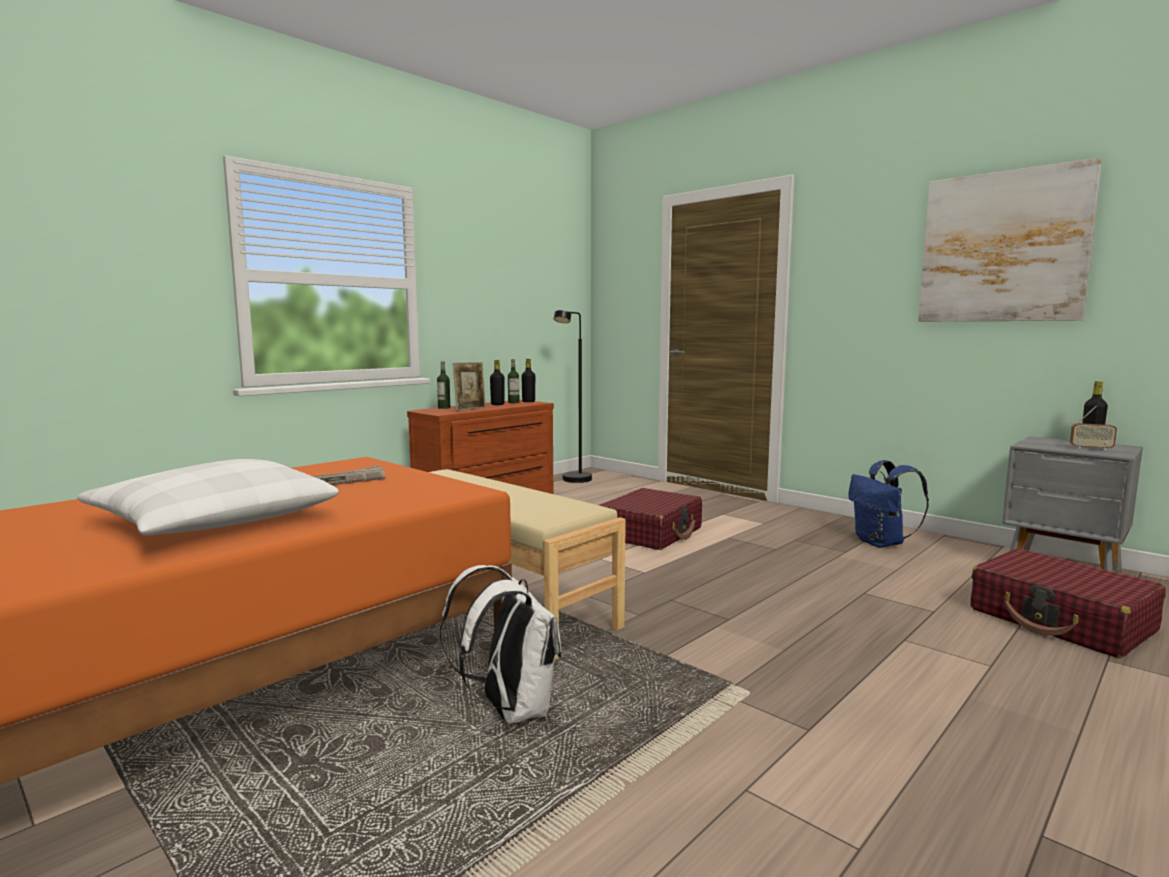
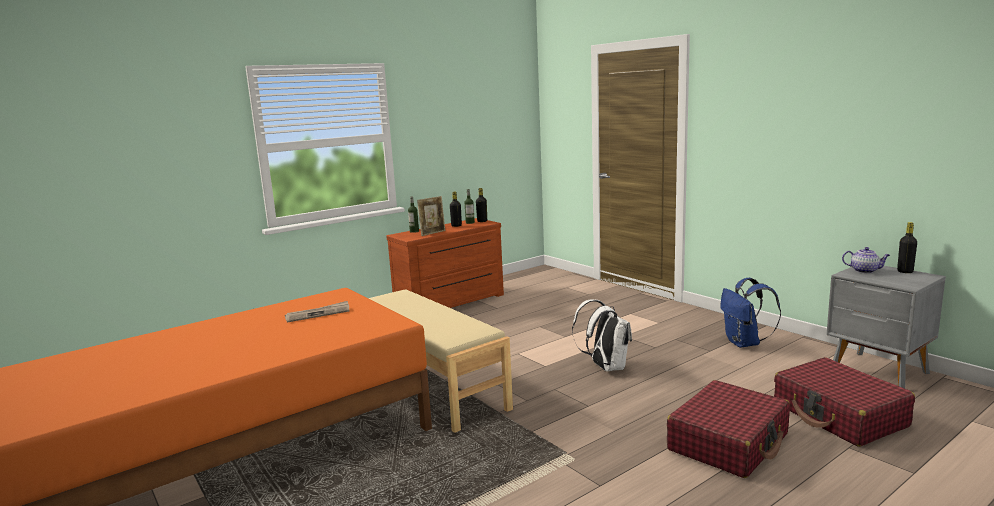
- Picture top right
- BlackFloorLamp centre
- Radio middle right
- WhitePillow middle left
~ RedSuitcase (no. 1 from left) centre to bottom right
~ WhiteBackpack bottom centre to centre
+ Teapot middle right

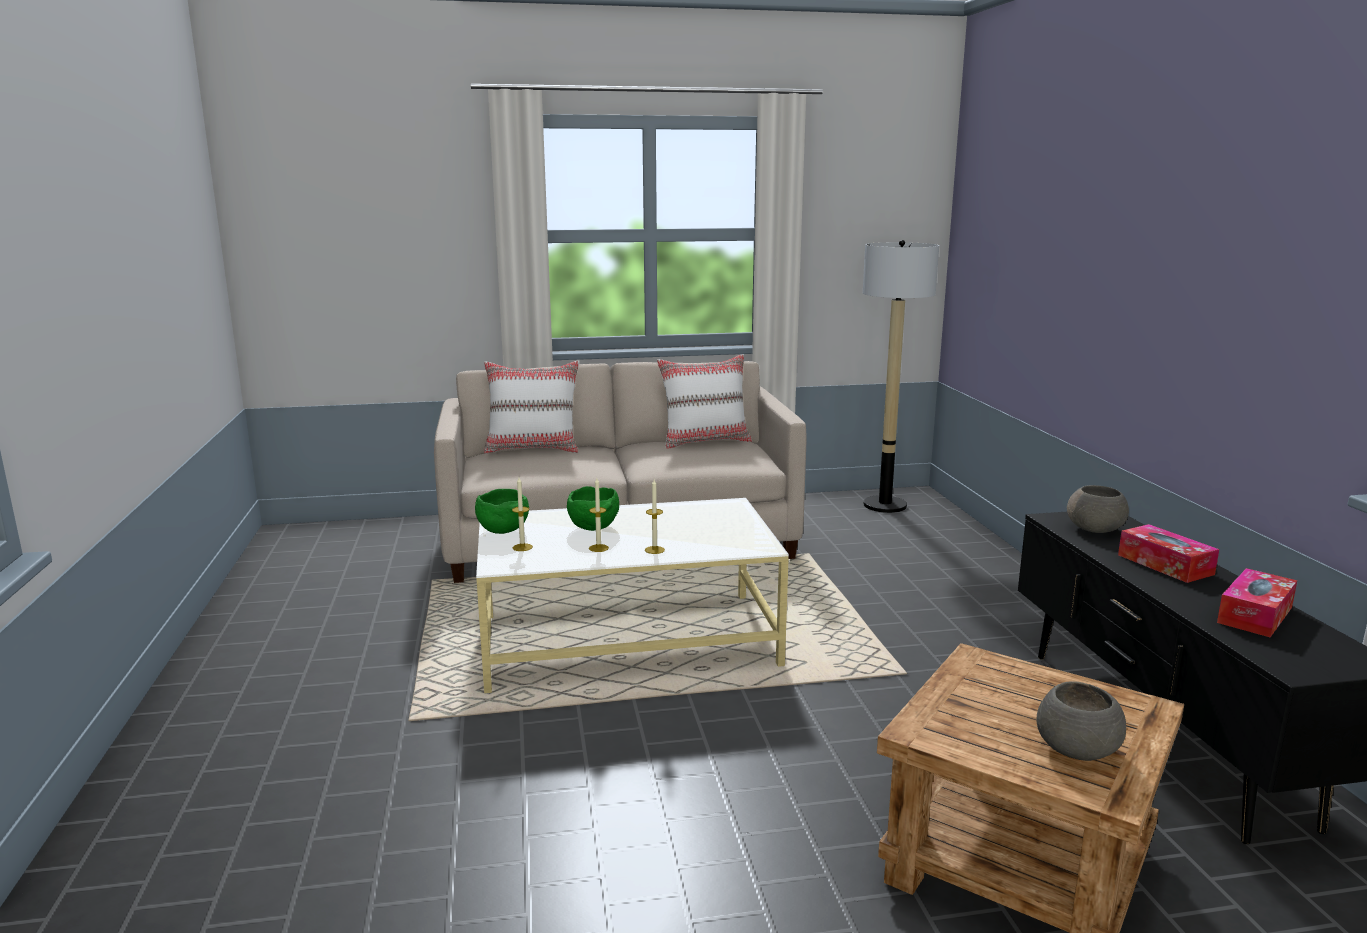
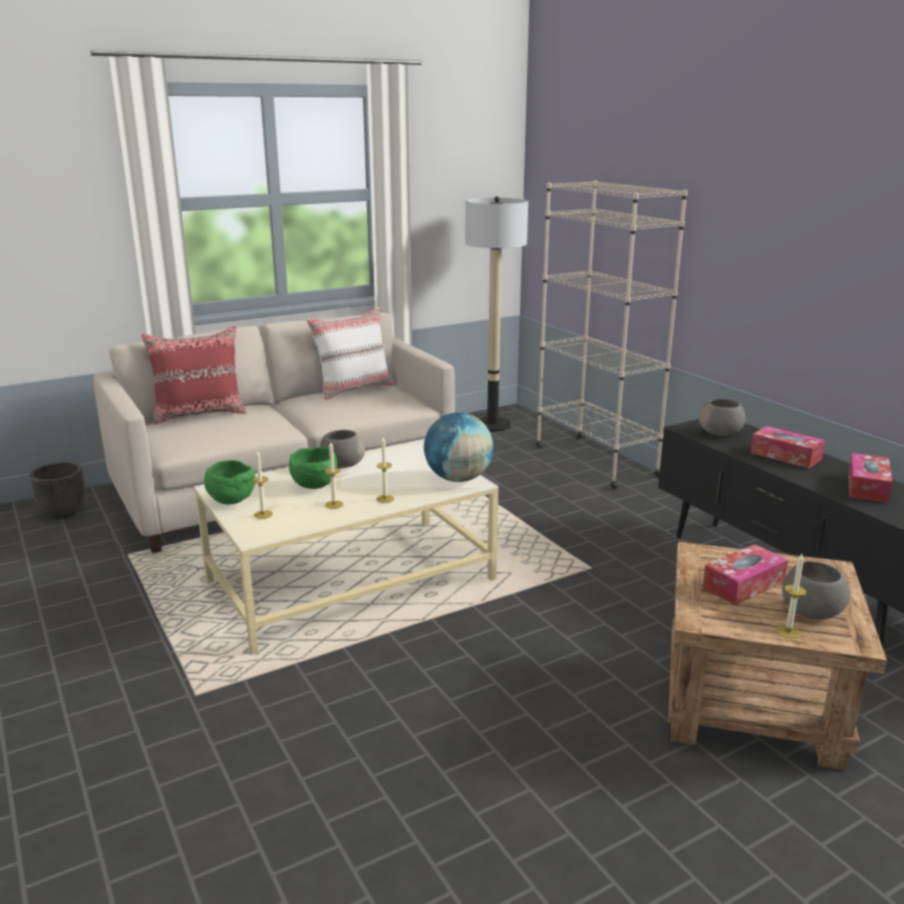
~ WhitePillow (no. 1 from left) centre to RedPillow middle left
+ BeigeBookcase middle right
+ Globe centre
+ GreyBowl (no. 1 from left) centre
+ BlackPlanter middle left
+ TissueBox (no. 1 from left) middle right
+ Candle (no. 4 from left) middle right

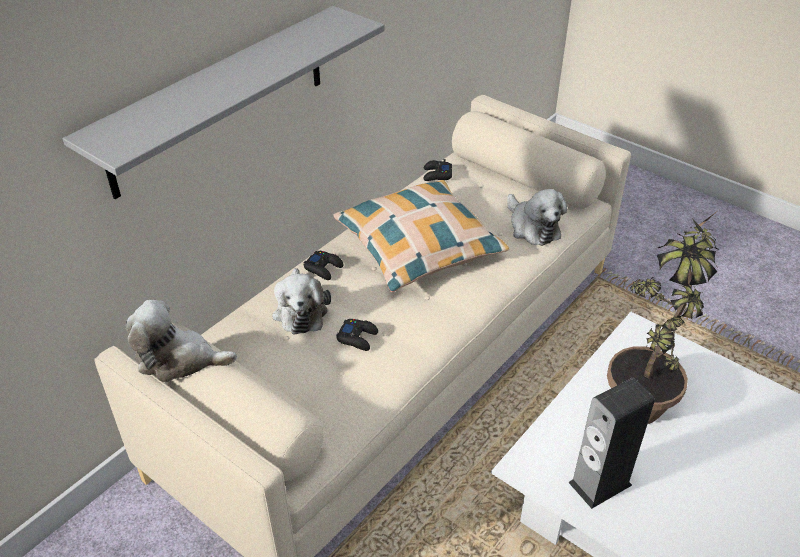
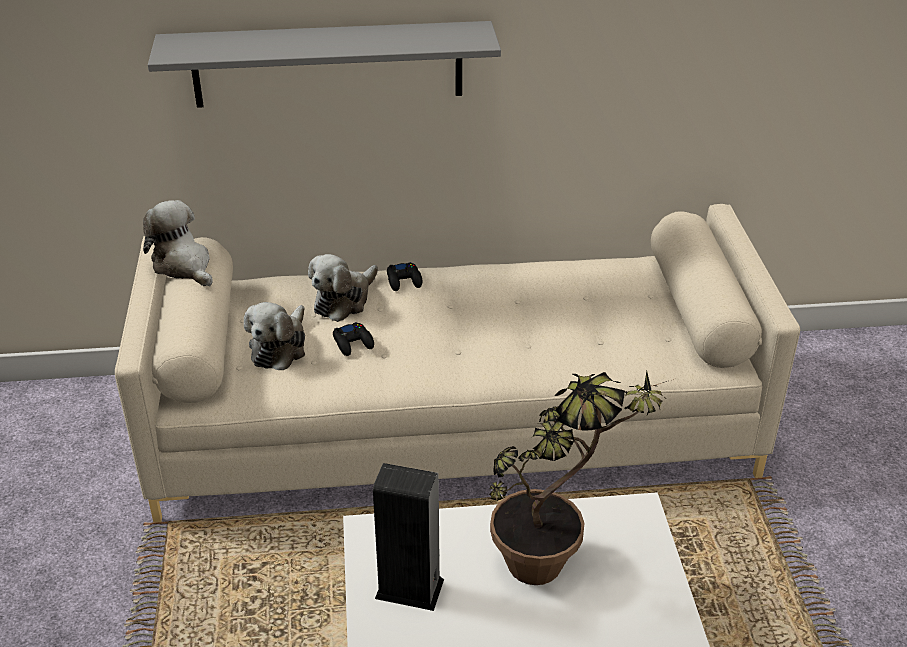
- BlackGameController (no. 3 from left) top centre
- Pillow centre
~ PlushToy (no. 3 from left in the first image) middle right to PlushToy (no. 2 from left) middle left

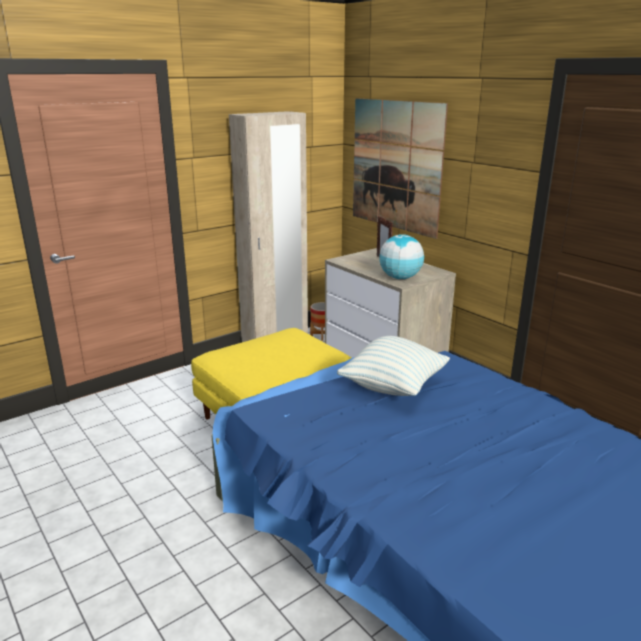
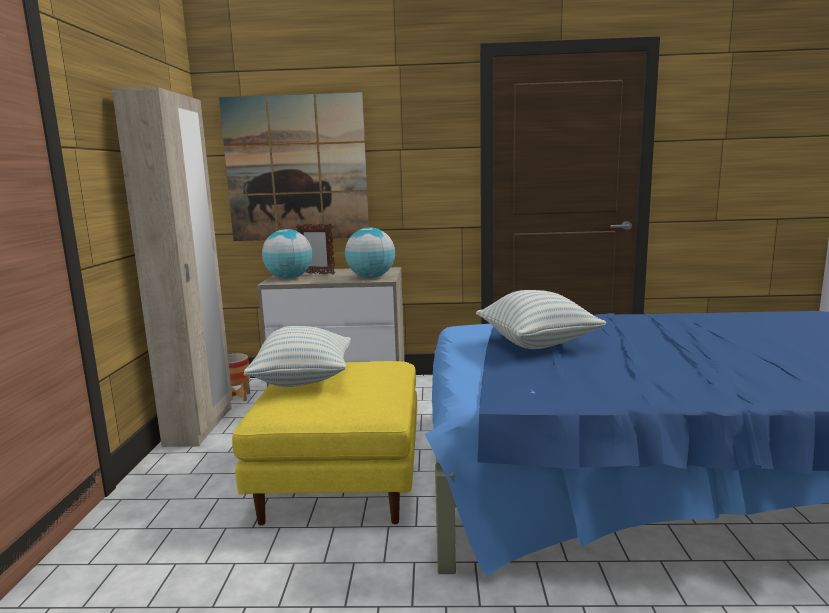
+ Globe (no. 1 from left) centre
+ Pillow (no. 1 from left) centre

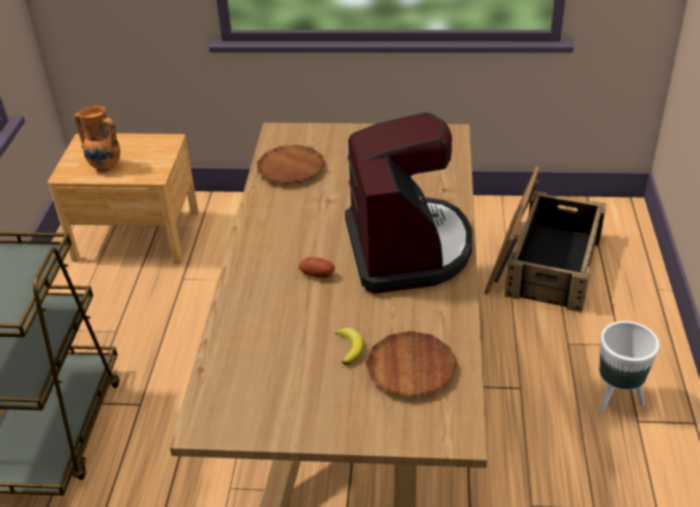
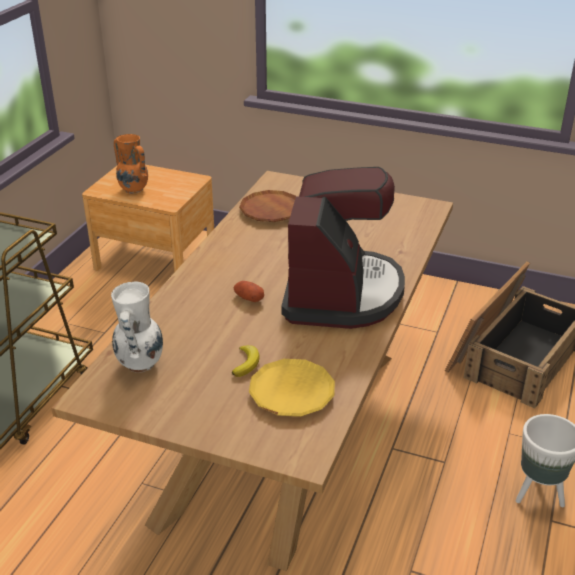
~ BrownPlate (no. 2 from left) bottom centre to YellowPlate bottom centre
+ WhiteVase middle left

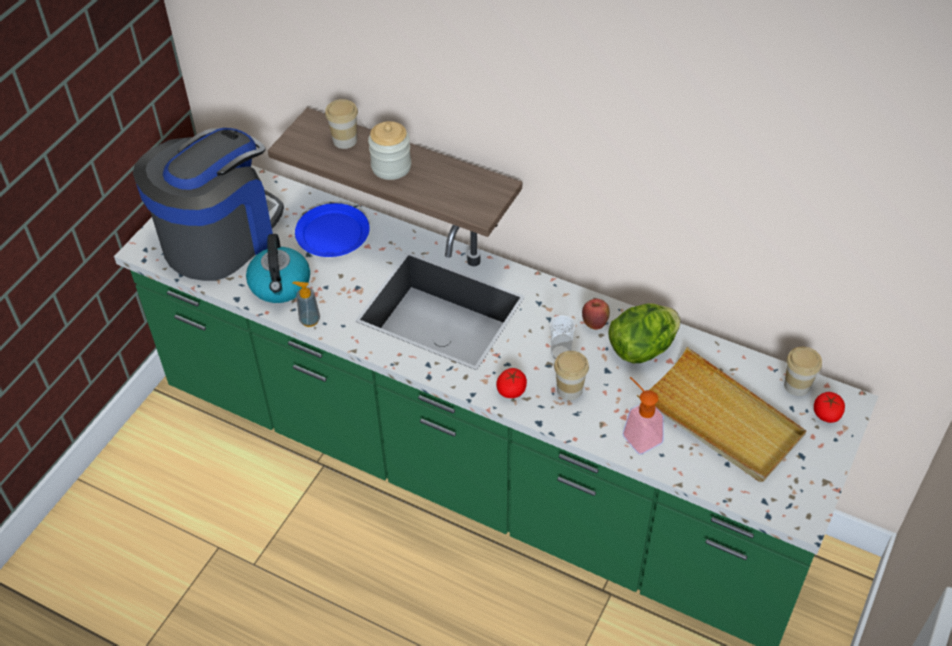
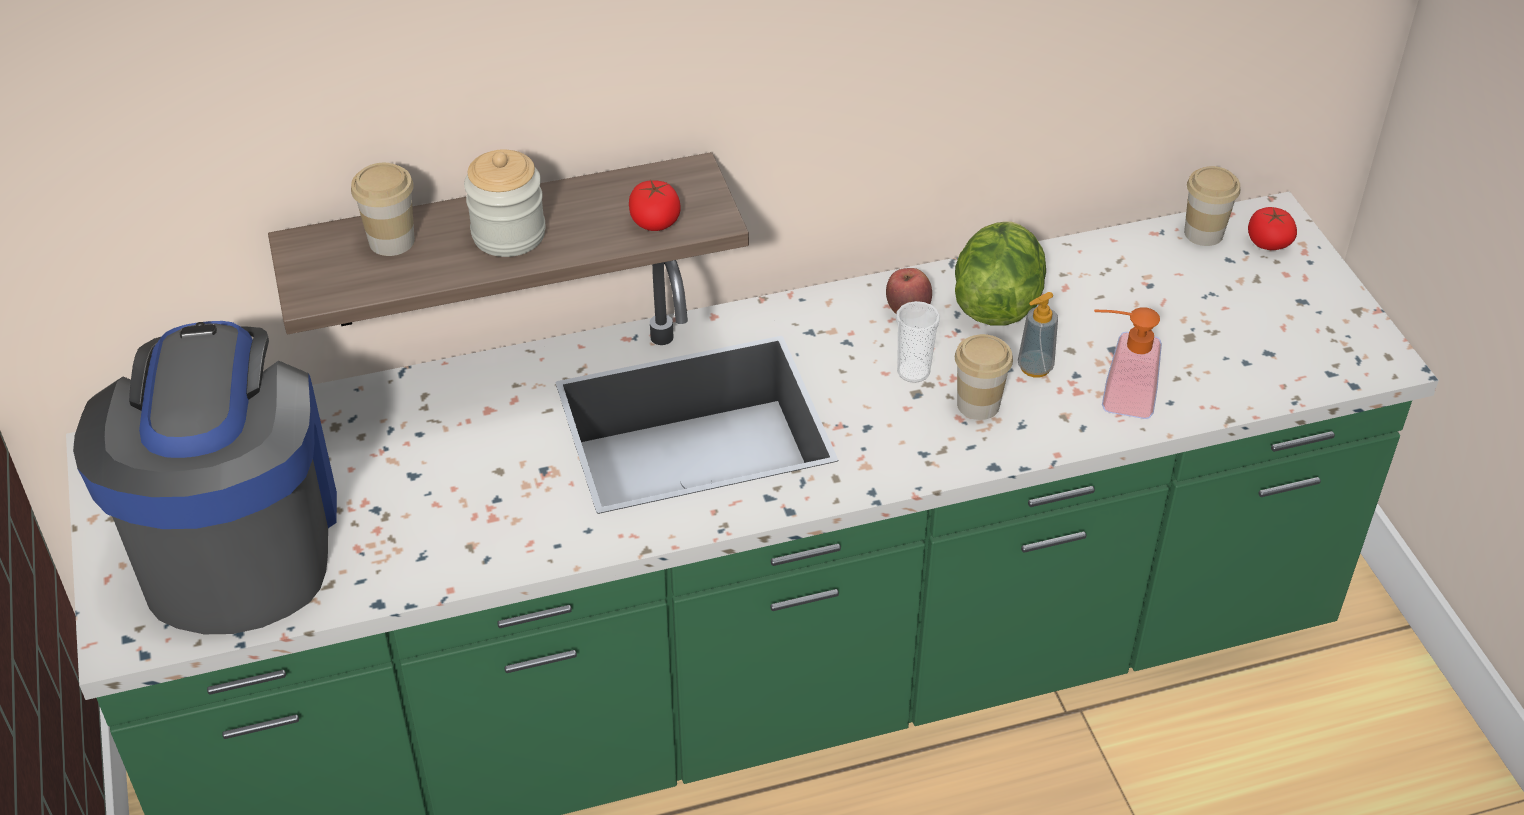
- BluePlate centre
- Kettle middle left
~ SoapDispenser (no. 1 from left) middle left to middle right
- BeigeTray middle right
~ Tomato (no. 1 from left) centre to top centre

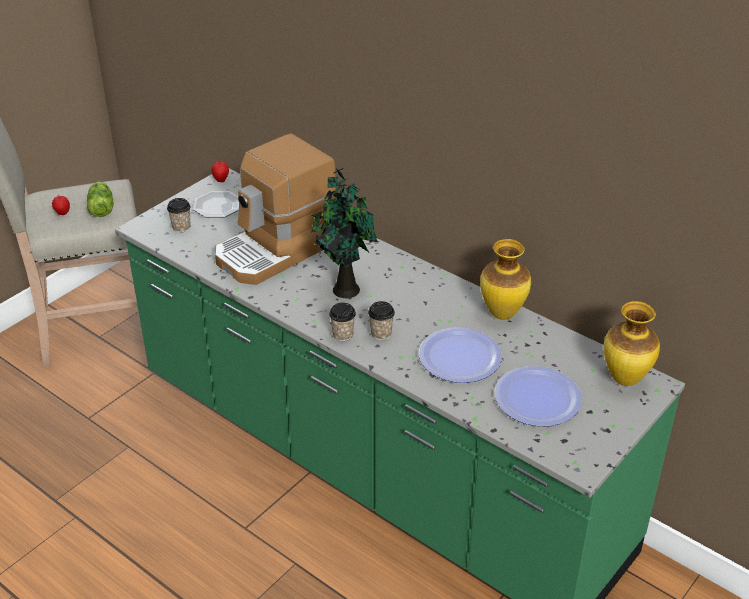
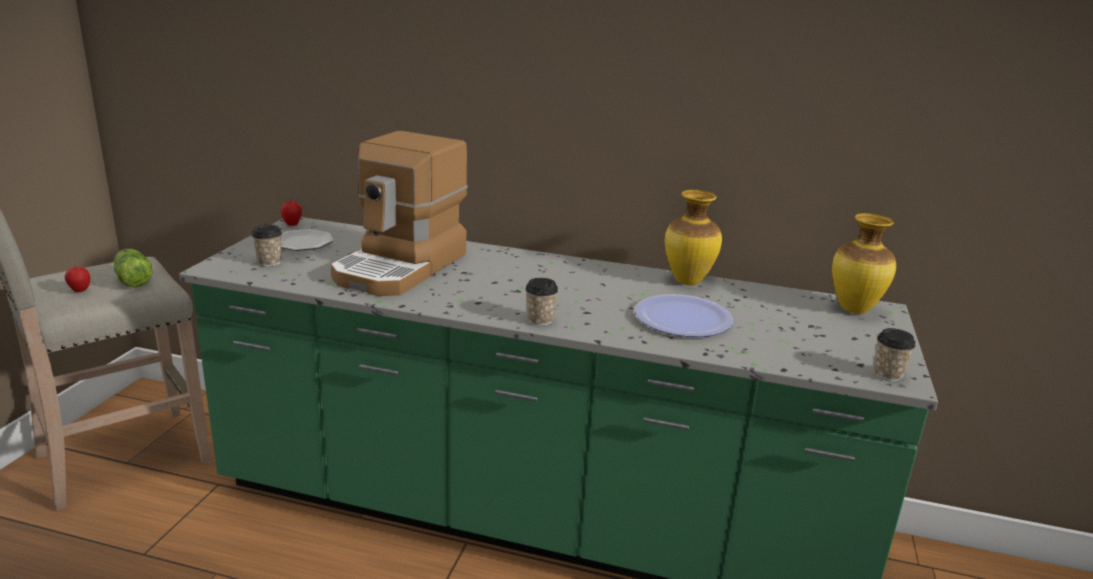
- PottedPlant centre
~ Cup (no. 3 from left) centre to middle right
- Plate (no. 3 from left) middle right

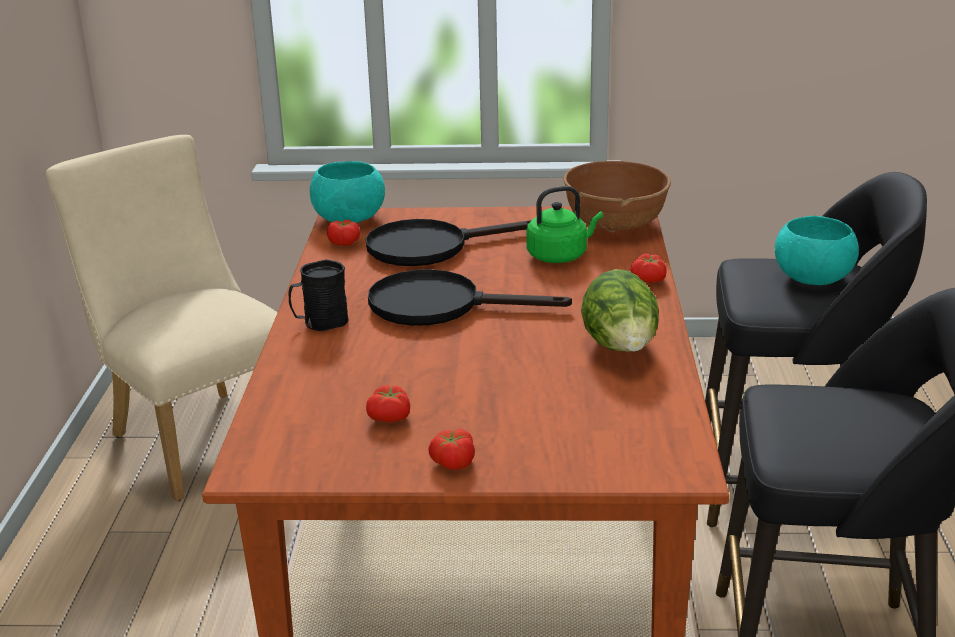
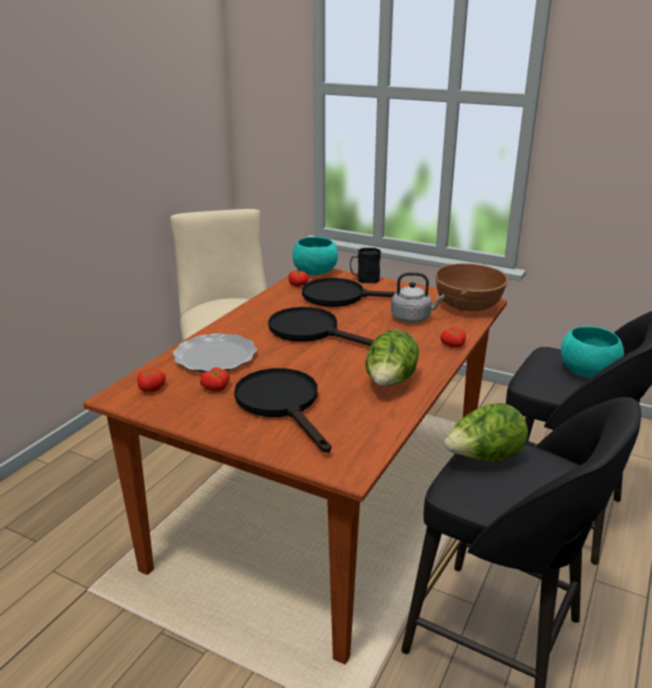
~ GreenKettle centre to GreyKettle centre
~ BlackMug middle left to centre
~ Tomato (no. 3 from left in the first image) bottom centre to Tomato (no. 1 from left) middle left
+ Plate middle left
+ BlackFryingPan (no. 1 from left) centre
+ Lettuce (no. 2 from left) middle right

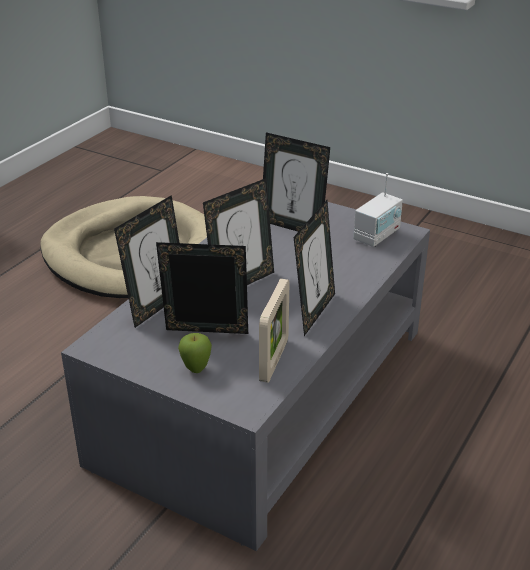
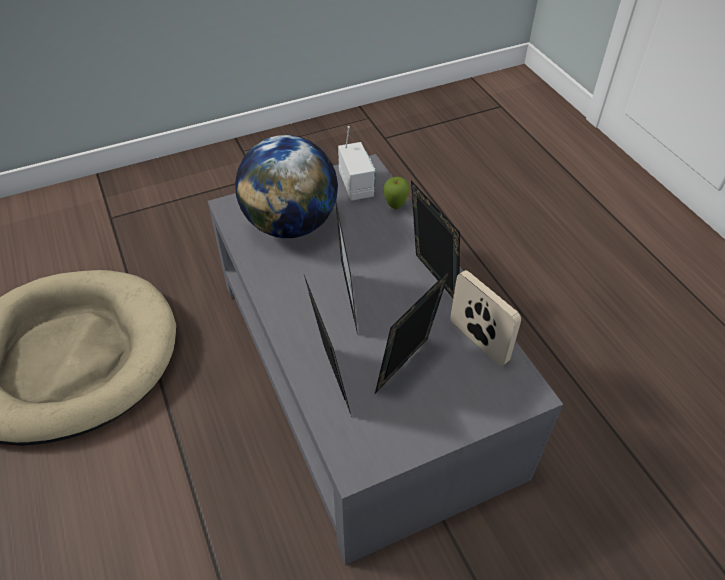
~ PictureFrame (no. 5 from left) top centre to Globe top centre
~ Apple centre to top centre

